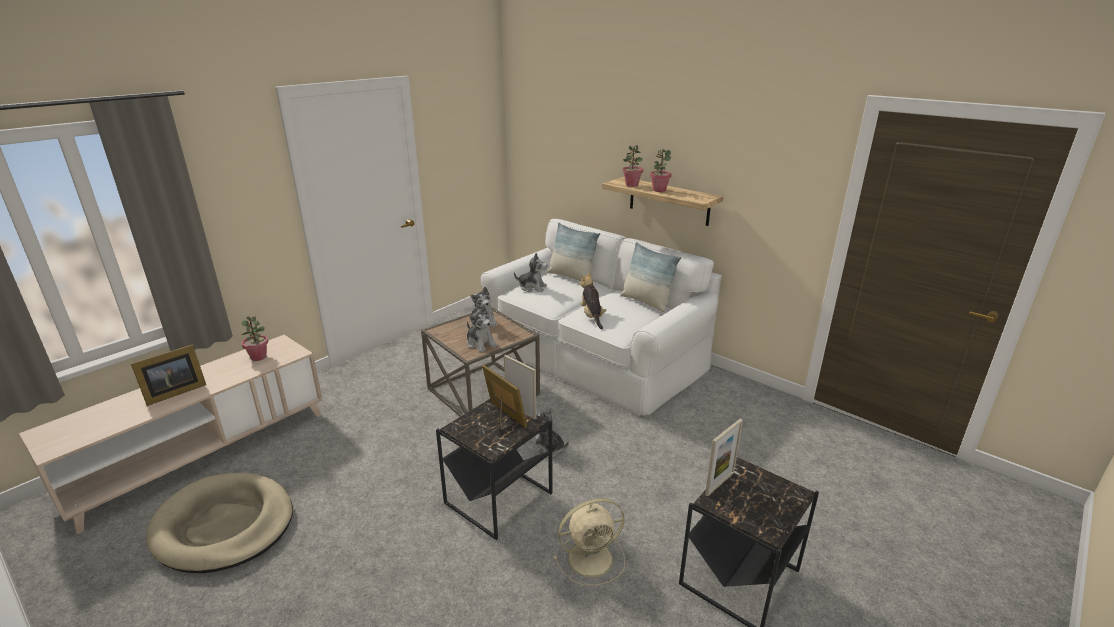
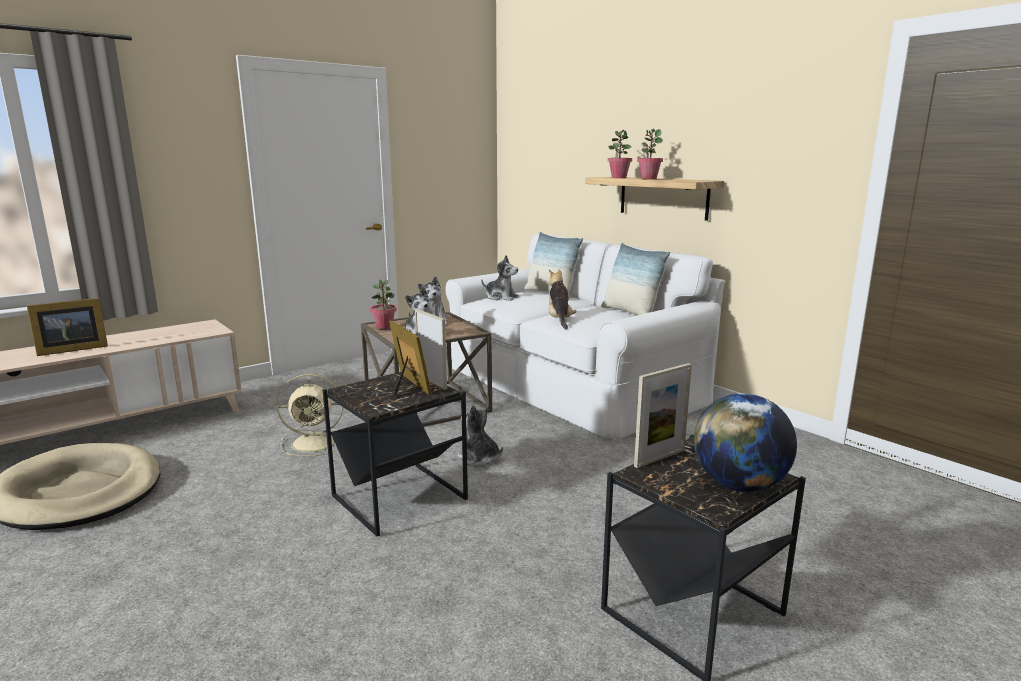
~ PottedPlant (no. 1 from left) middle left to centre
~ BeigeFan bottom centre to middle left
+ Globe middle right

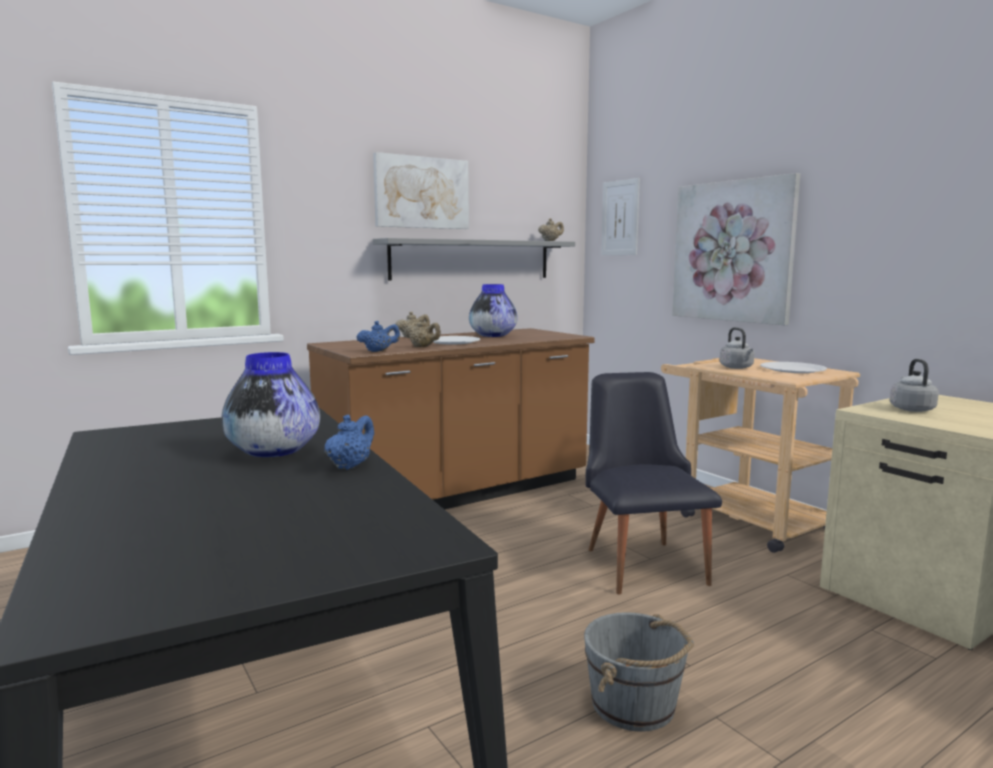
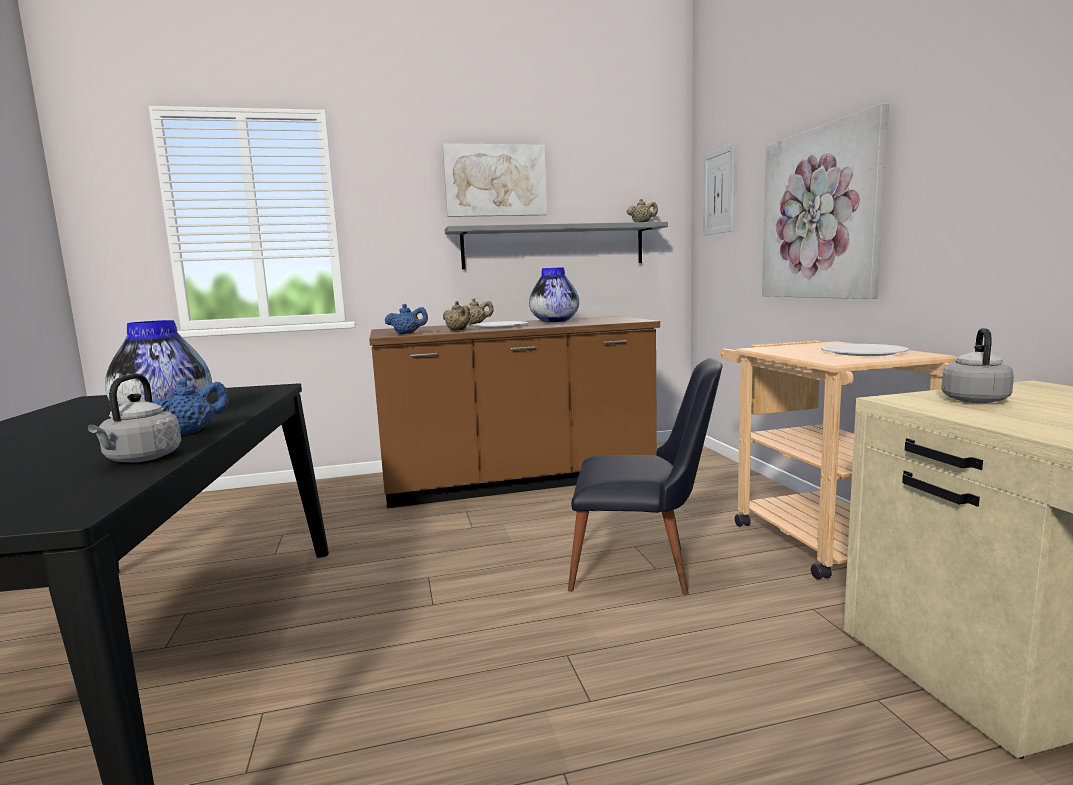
~ GreyKettle (no. 1 from left) middle right to middle left
~ BlackChair centre = centre 90 degrees clockwise
- GreyBucket bottom centre

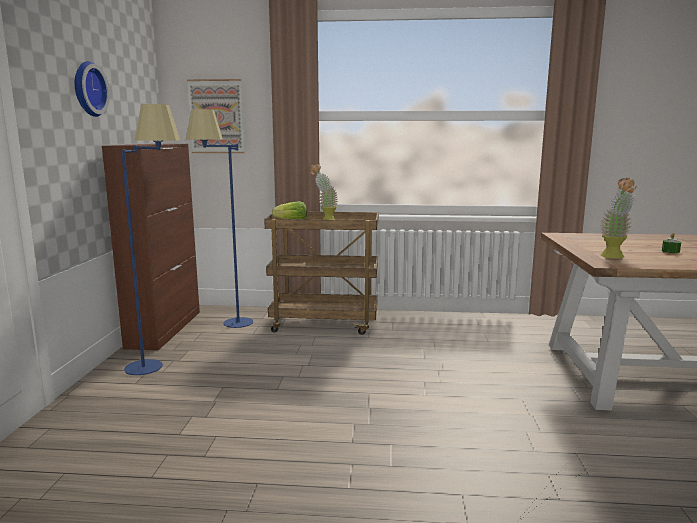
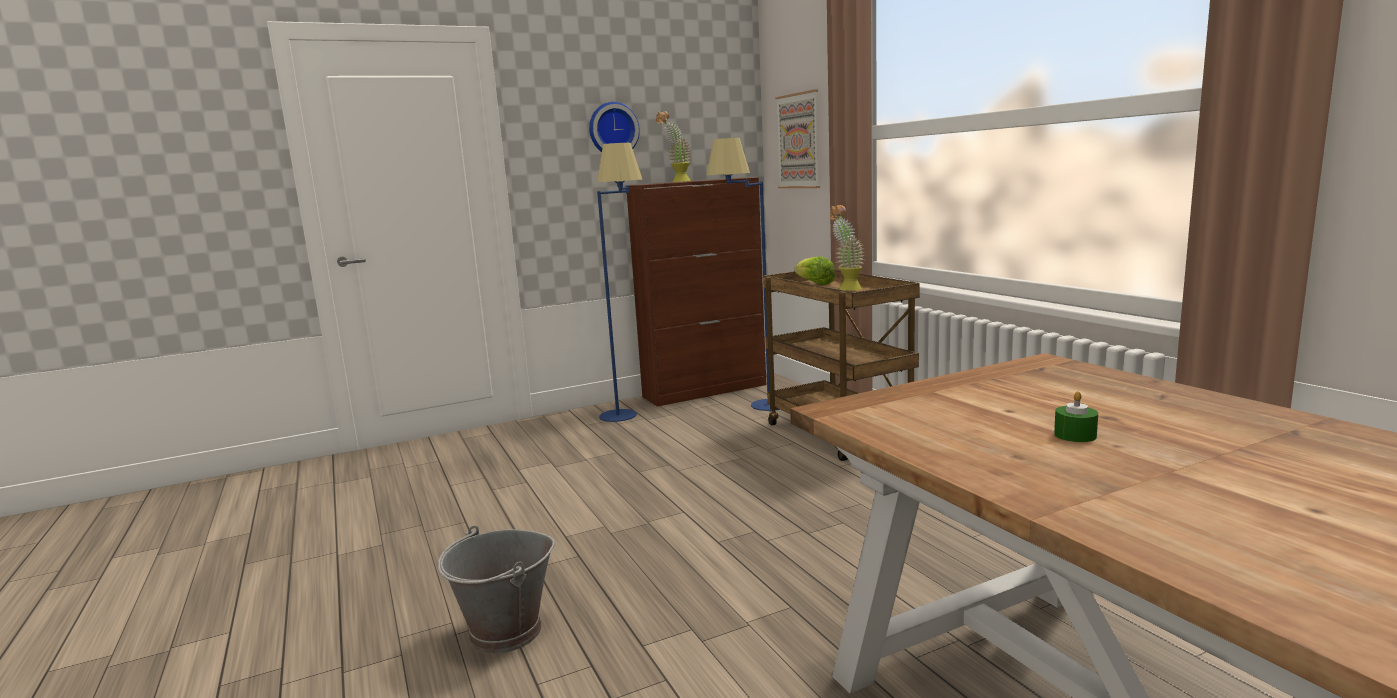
~ PottedPlant (no. 2 from left in the first image) middle right to PottedPlant (no. 1 from left) top centre
+ GreyBucket bottom centre

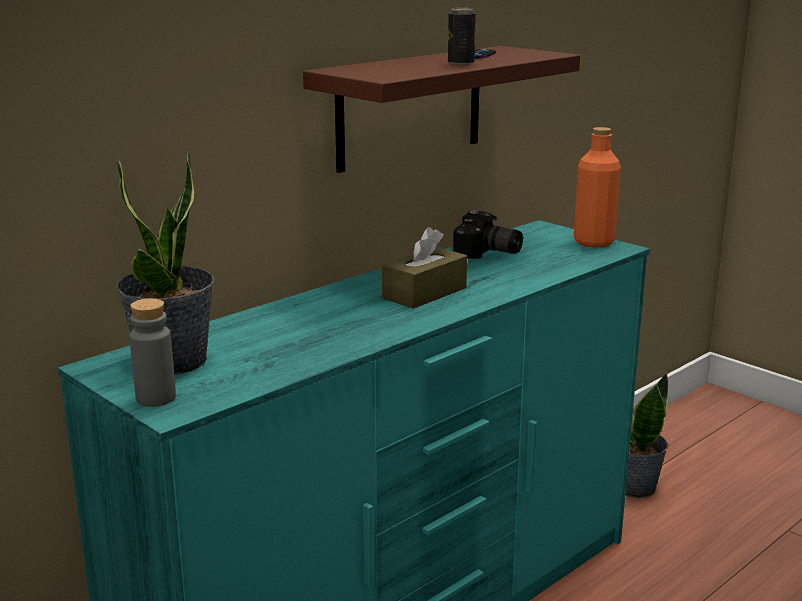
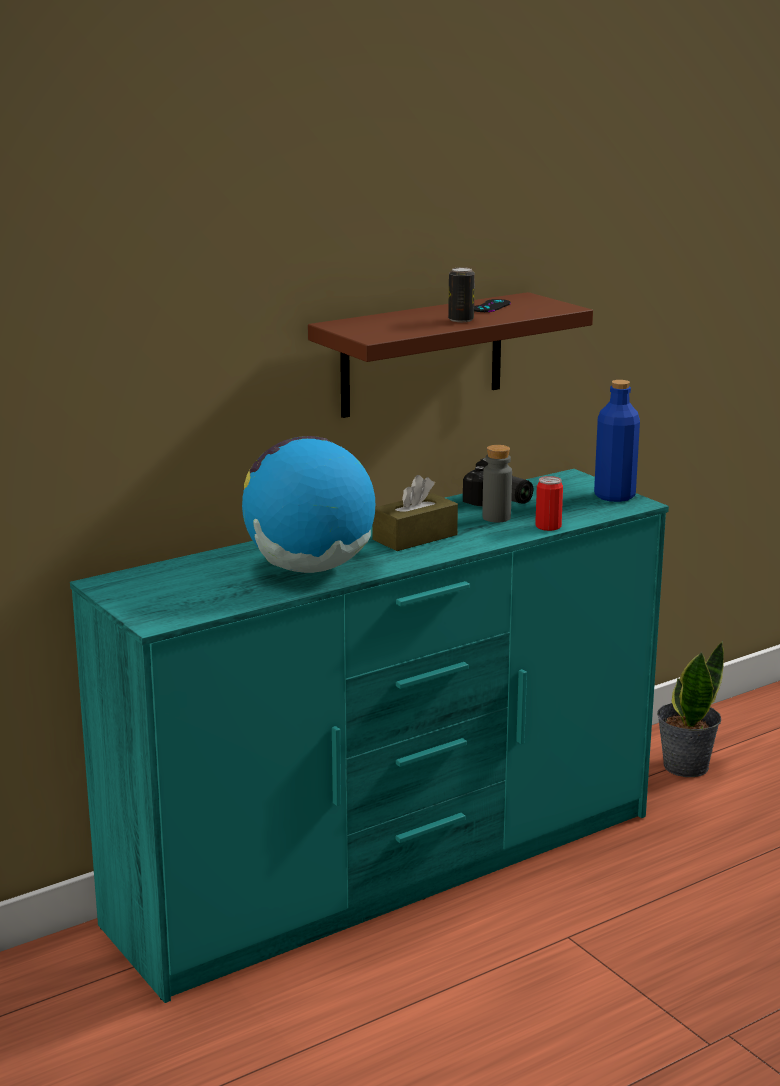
~ OrangeBottle top right to BlueBottle middle right
- PottedPlant (no. 1 from left) middle left
~ GreyBottle middle left to centre
+ Globe centre
+ Can (no. 2 from left) middle right

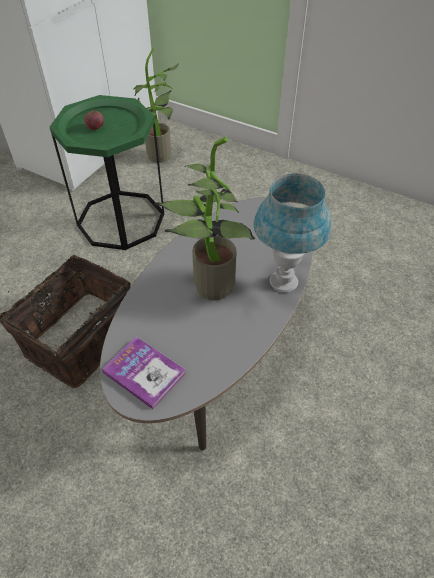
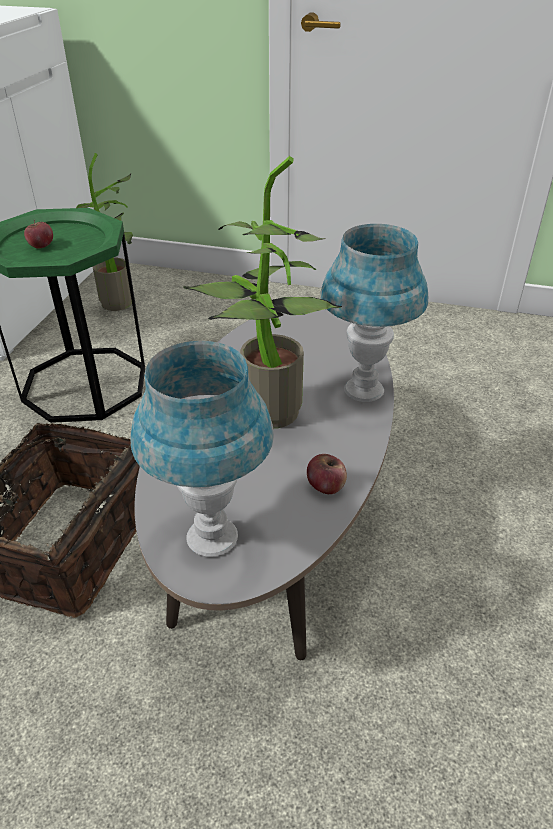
~ Book middle left to BlueTableLamp (no. 1 from left) centre
+ Apple (no. 2 from left) centre

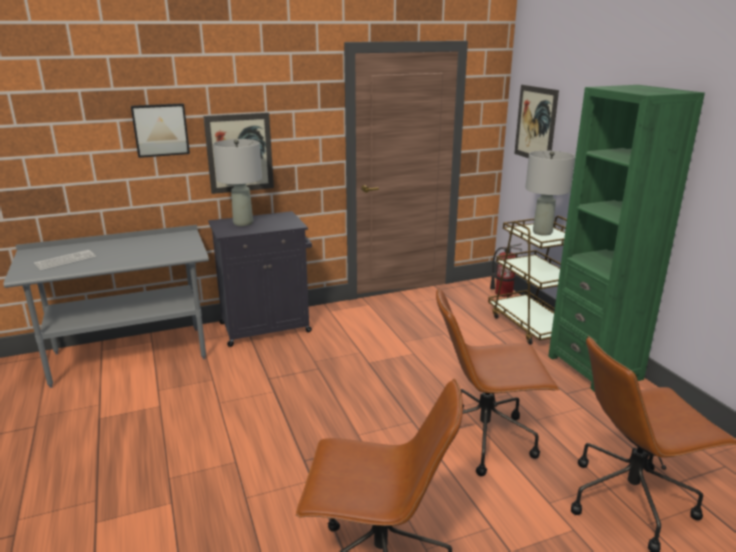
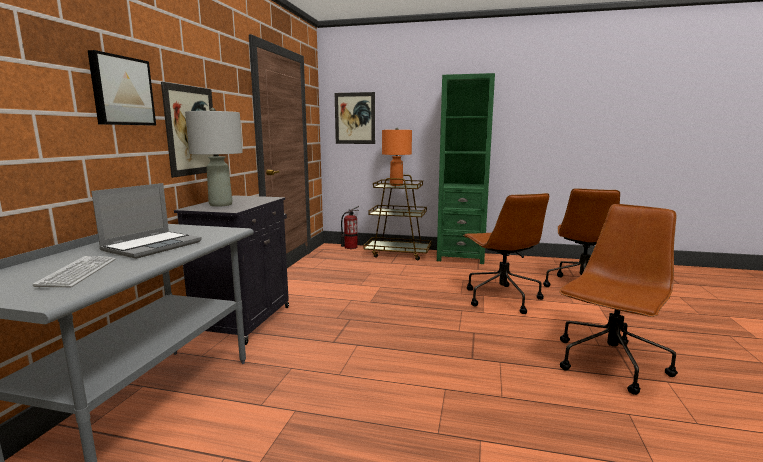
~ GreyTableLamp (no. 2 from left) middle right to OrangeTableLamp centre
~ BrownOfficeChair (no. 2 from left in the first image) bottom right = centre 45 degrees counterclockwise
+ Laptop middle left

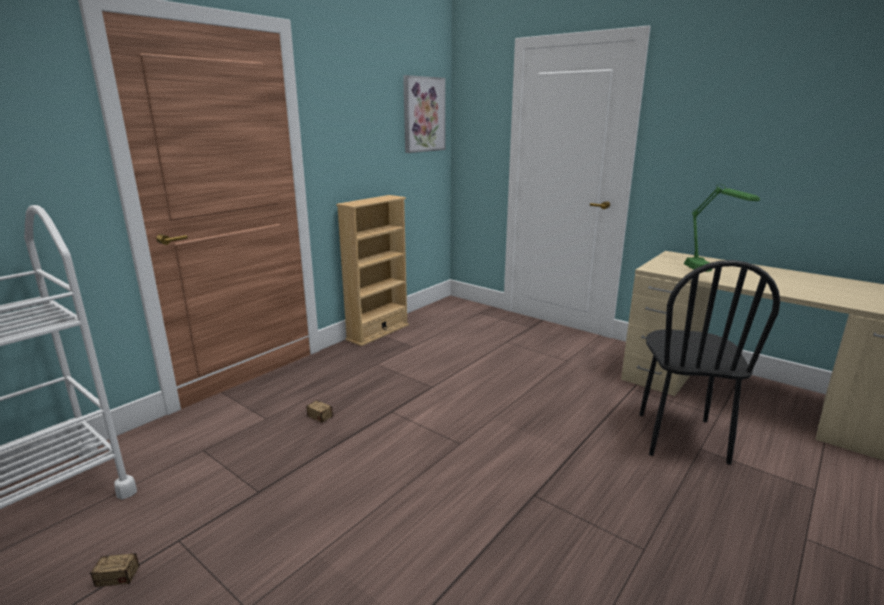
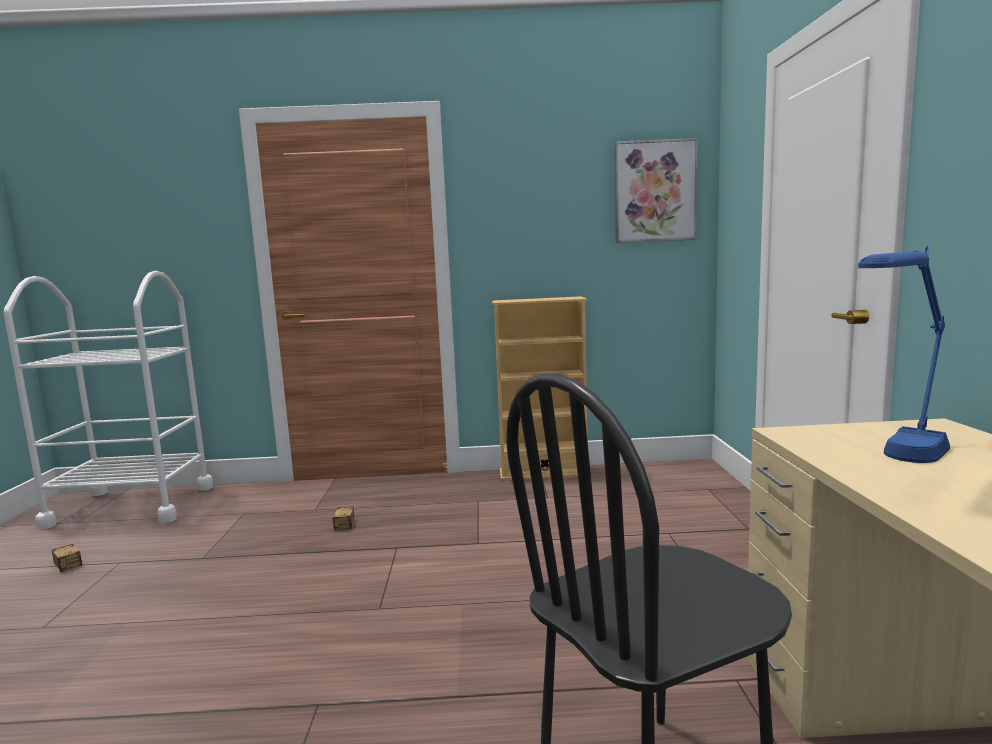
~ GreenTableLamp middle right to BlueTableLamp middle right

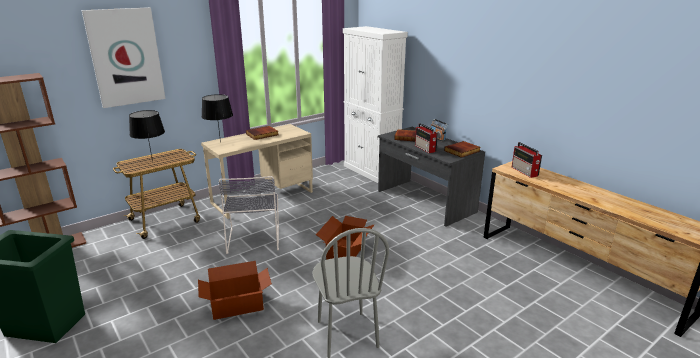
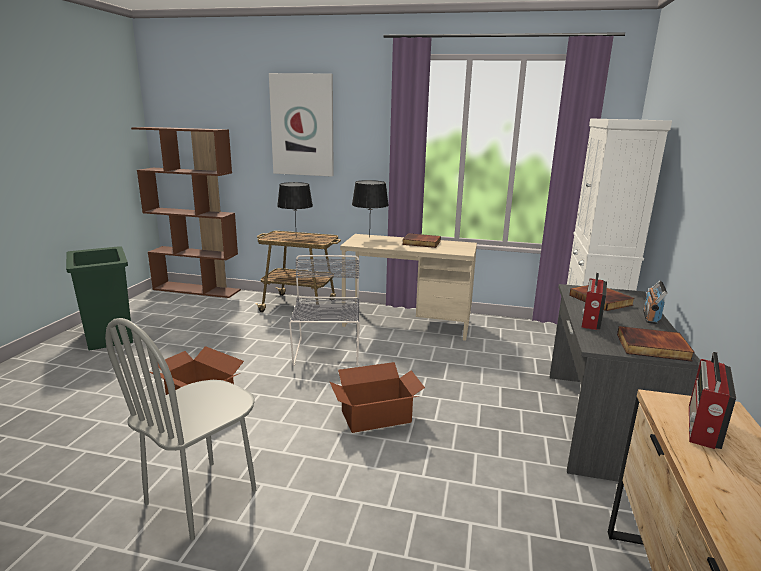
~ GreyChair (no. 1 from left in the first image) centre = centre 135 degrees clockwise

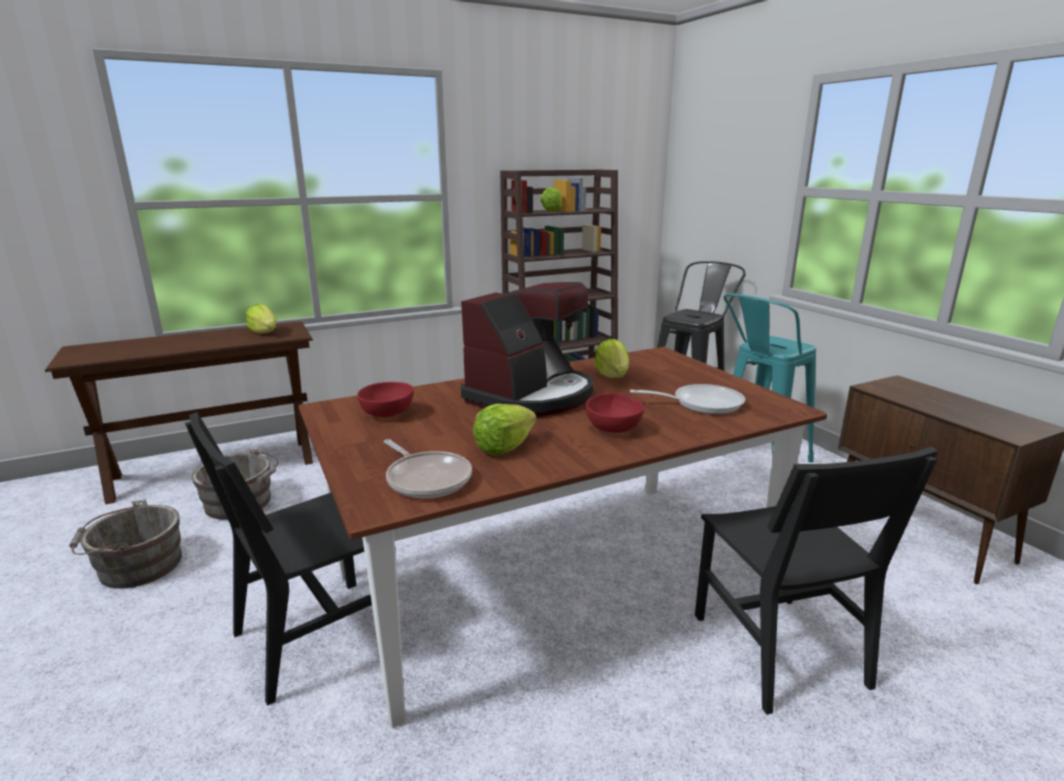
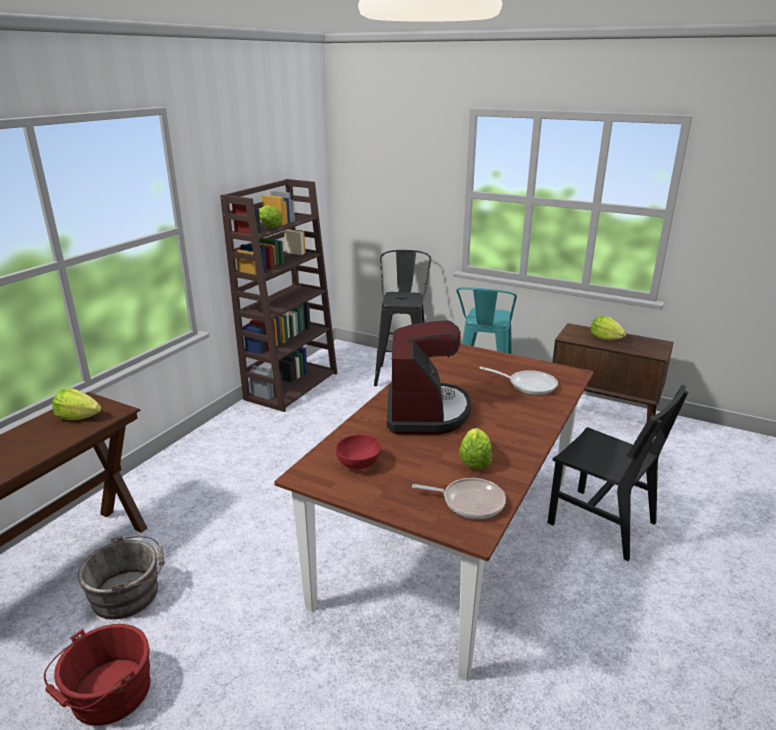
~ Lettuce (no. 4 from left) centre to middle right
~ FryingPan (no. 2 from left) centre = middle right 60 degrees clockwise
- RedBowl (no. 2 from left) centre
- BlackChair (no. 1 from left) bottom left
~ GreyBucket (no. 1 from left) bottom left to RedBucket bottom left

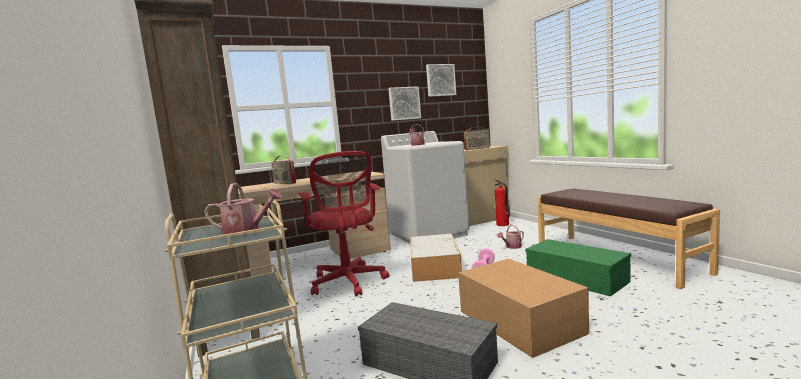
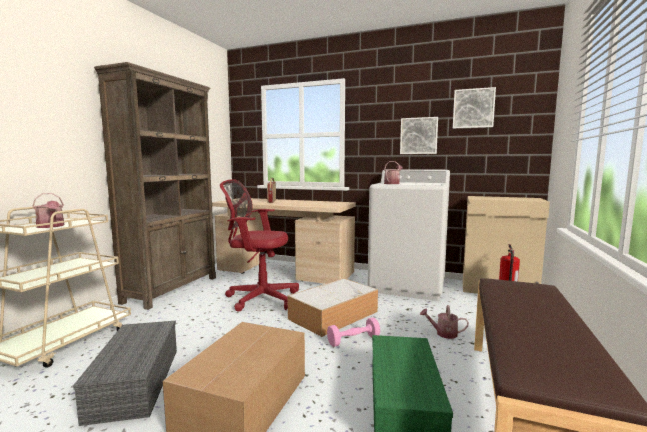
- Radio (no. 2 from left) centre
~ RedOfficeChair centre = centre 75 degrees clockwise

